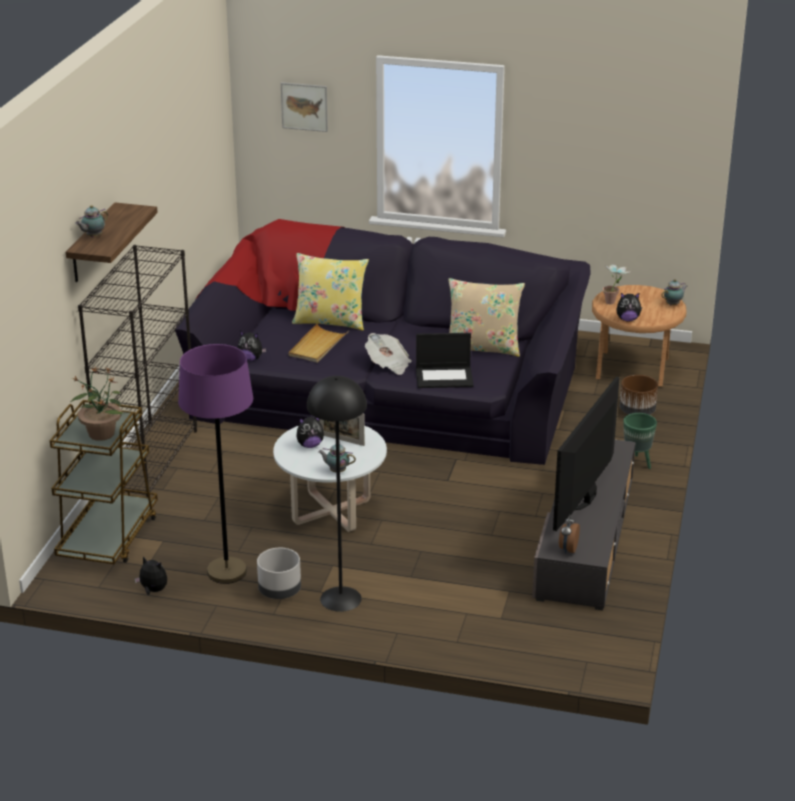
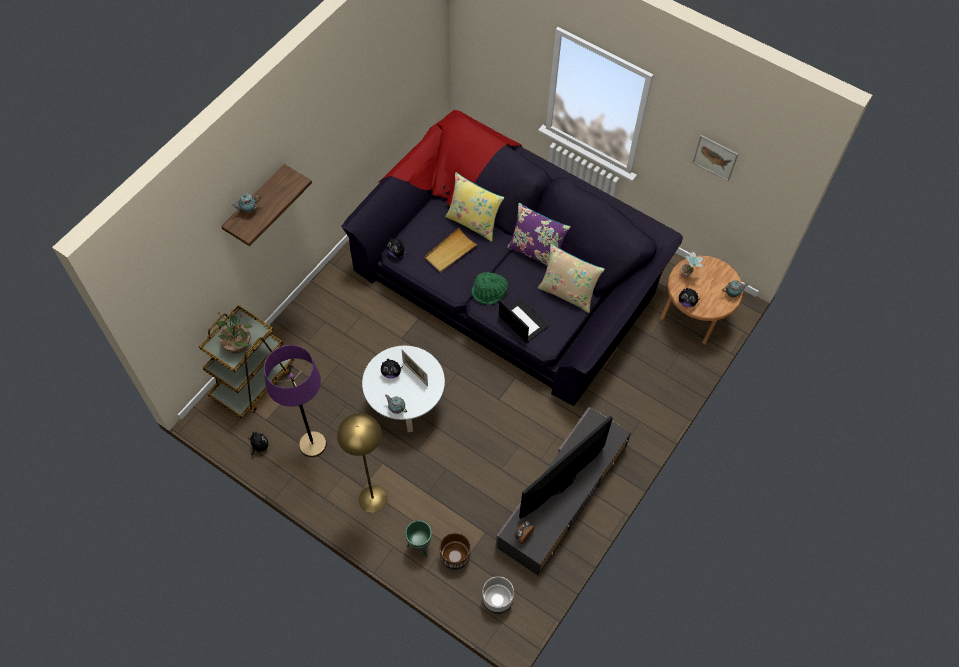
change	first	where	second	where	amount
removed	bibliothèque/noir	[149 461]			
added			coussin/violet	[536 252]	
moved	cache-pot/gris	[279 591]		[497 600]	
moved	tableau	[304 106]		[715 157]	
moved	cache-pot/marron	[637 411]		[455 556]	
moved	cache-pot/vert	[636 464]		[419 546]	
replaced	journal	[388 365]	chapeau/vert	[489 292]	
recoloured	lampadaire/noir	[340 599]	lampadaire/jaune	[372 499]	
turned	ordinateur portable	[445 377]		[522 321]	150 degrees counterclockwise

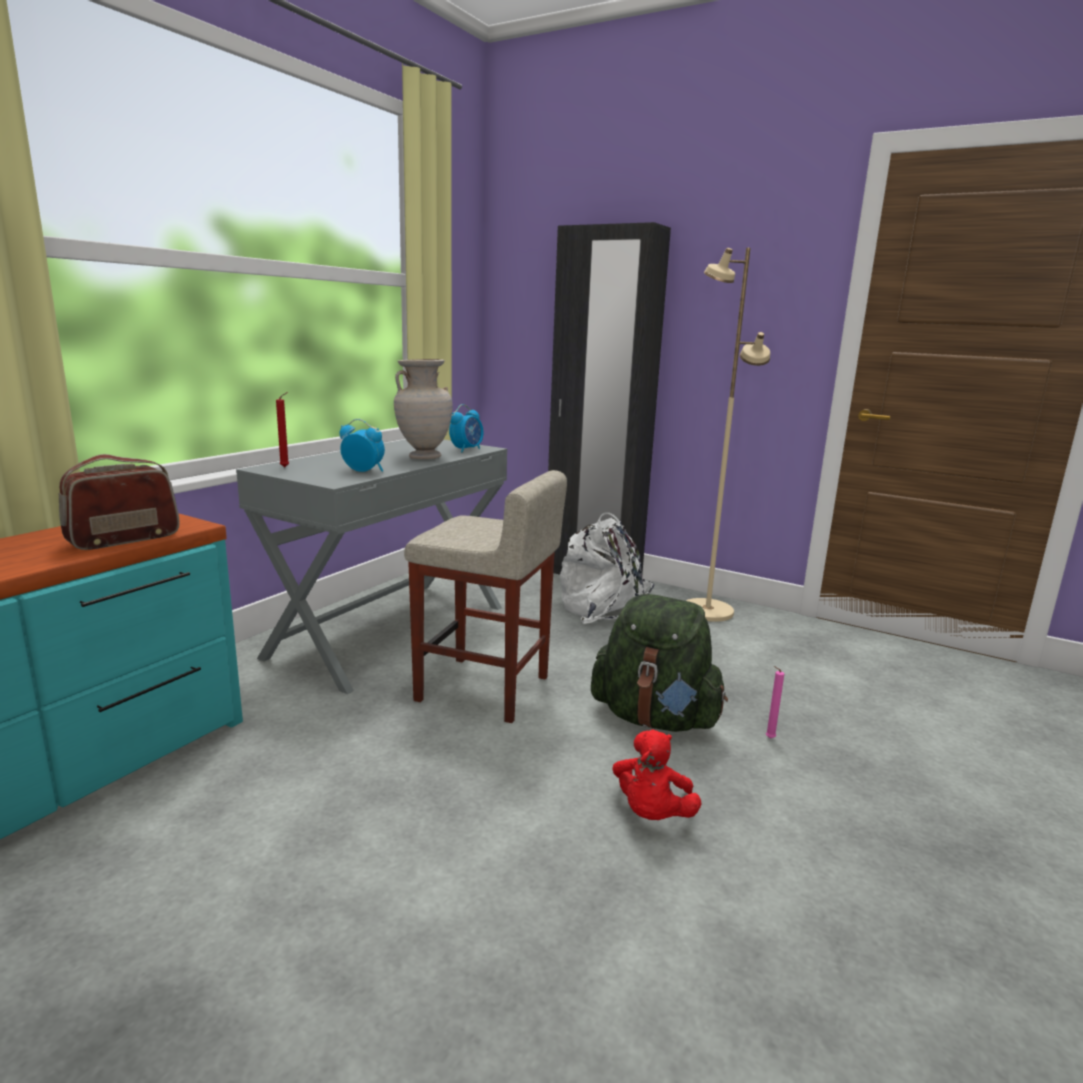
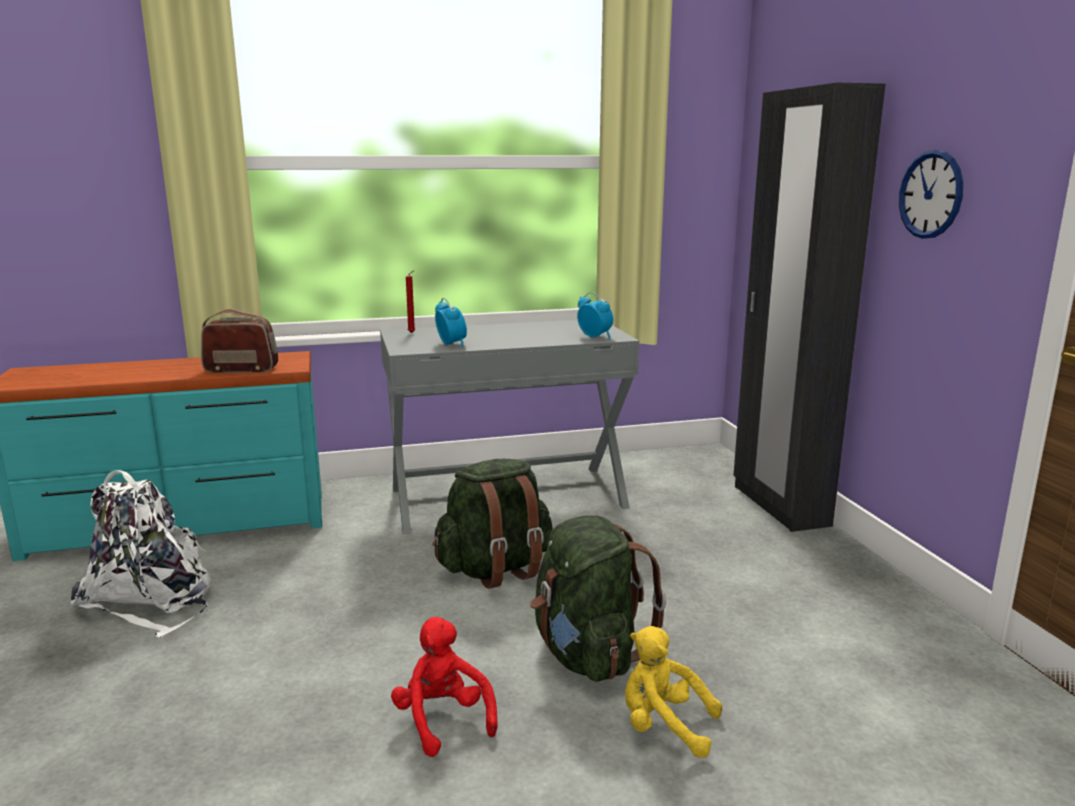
change	first	where	second	where	amount
removed	vase/beige	[424 457]			
removed	lampadaire/beige	[706 611]			
added			horloge murale	[930 194]	
moved	sac à dos/blanc	[608 608]		[153 598]	
replaced	tabouret/beige	[485 689]	sac à dos/vert	[496 569]	
replaced	bougie/rose	[768 738]	peluche/jaune	[663 726]	
turned	réveil	[467 450]		[595 337]	120 degrees counterclockwise
turned	peluche/rouge	[651 814]		[443 720]	90 degrees clockwise

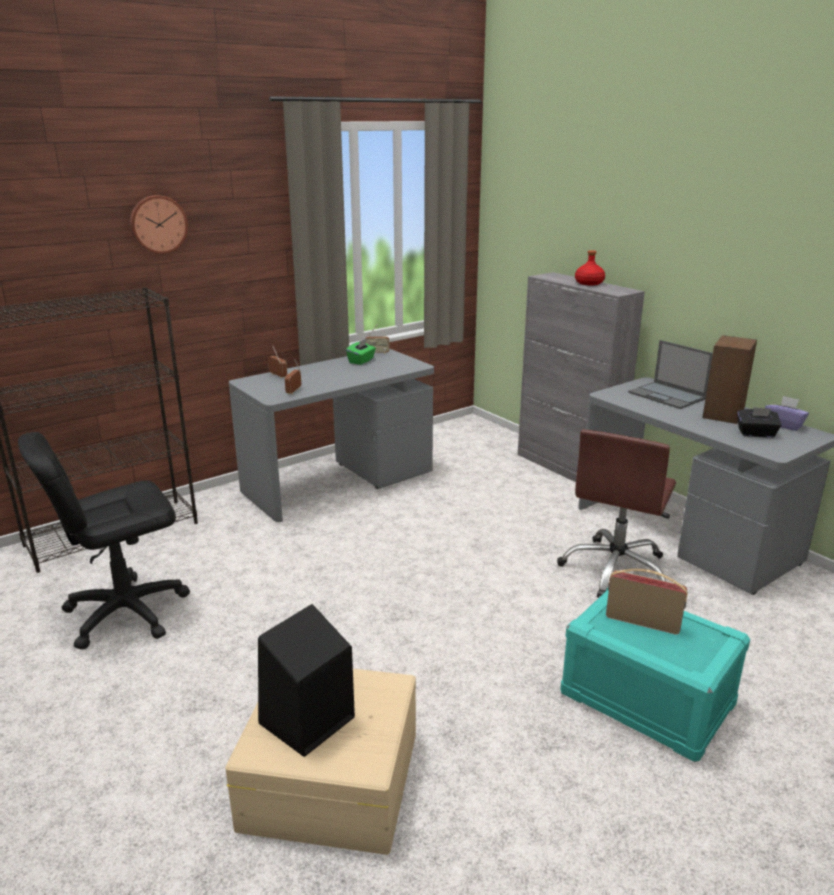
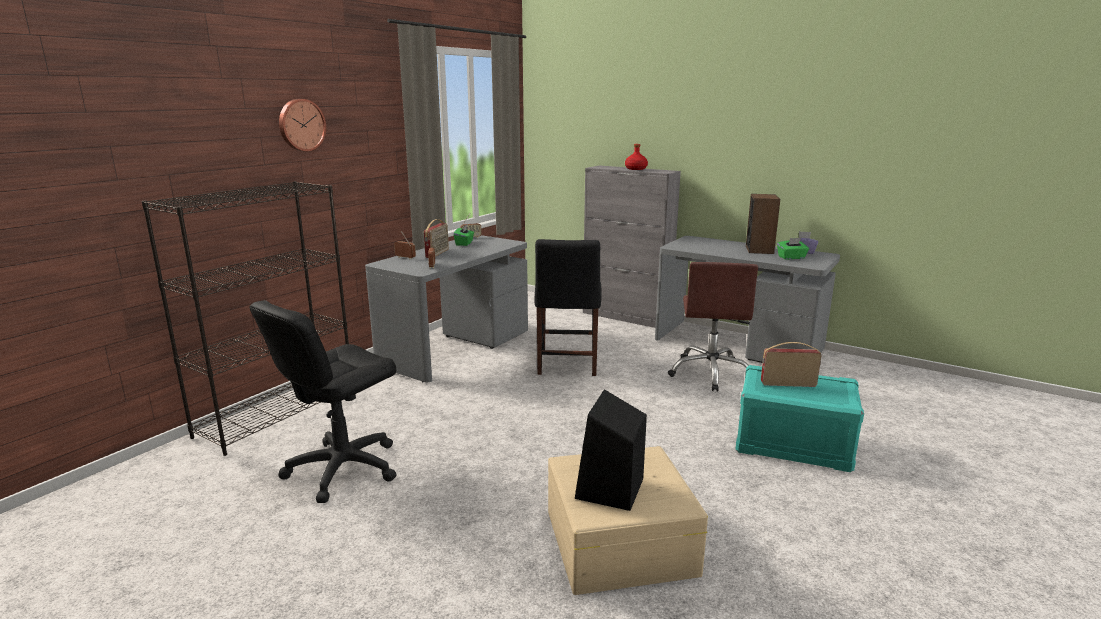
change	first	where	second	where	amount
removed	ordinateur portable	[667 396]			
added			radio	[437 253]	
added			chaise/noir	[566 364]	
recoloured	boîte à mouchoirs/noir	[756 434]	boîte à mouchoirs/vert	[791 257]	

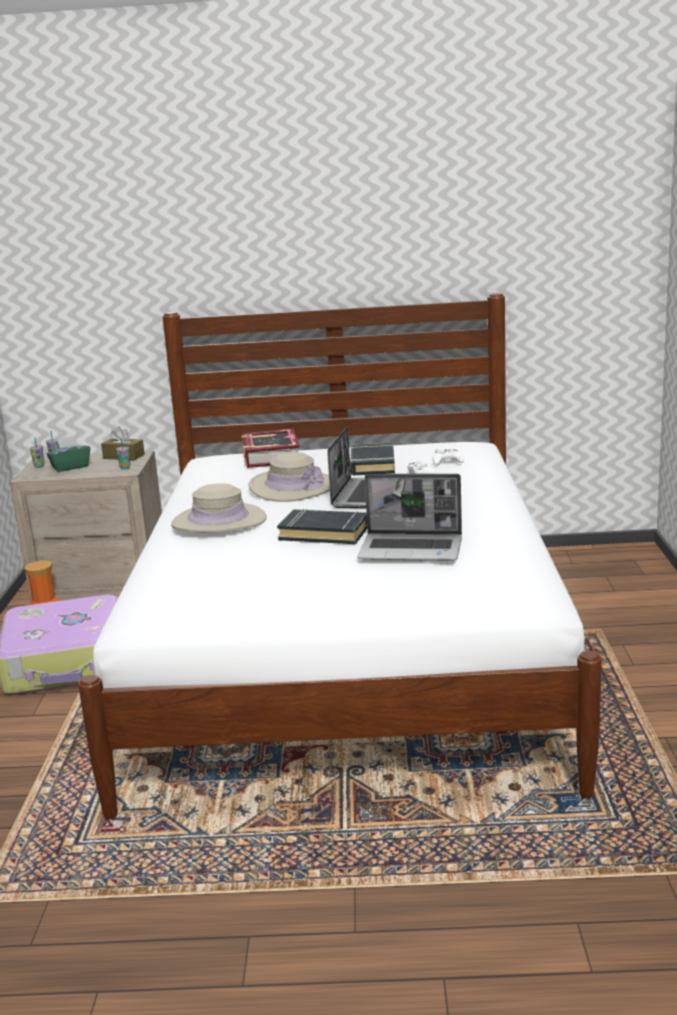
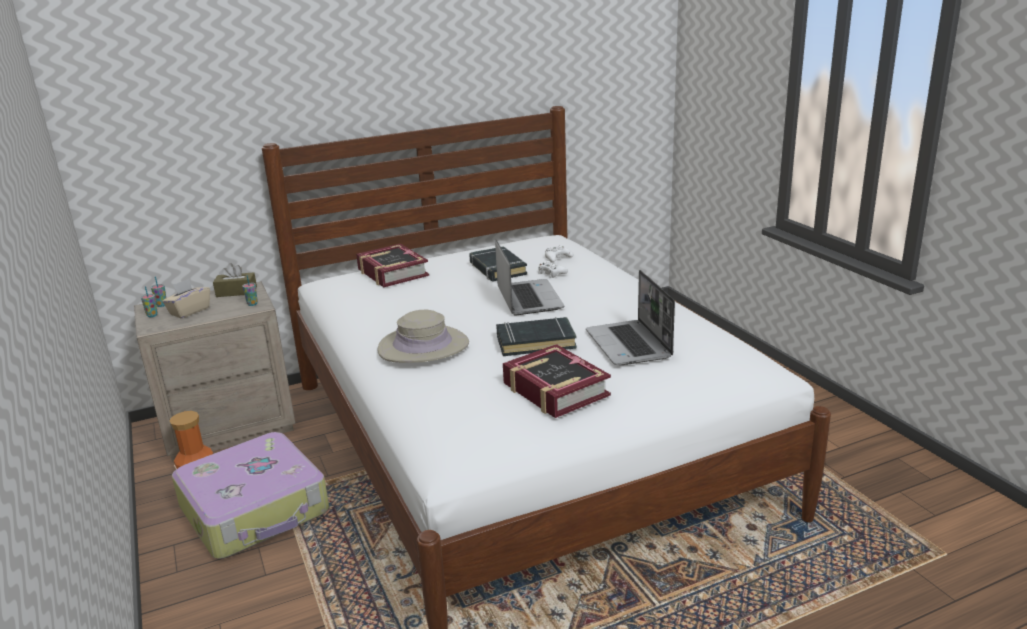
change	first	where	second	where	amount
removed	chapeau/beige	[292 487]			
added			livre	[555 390]	
recoloured	boîte à mouchoirs/vert	[70 467]	boîte à mouchoirs/beige	[189 311]	
turned	ordinateur portable	[412 549]		[629 345]	90 degrees clockwise

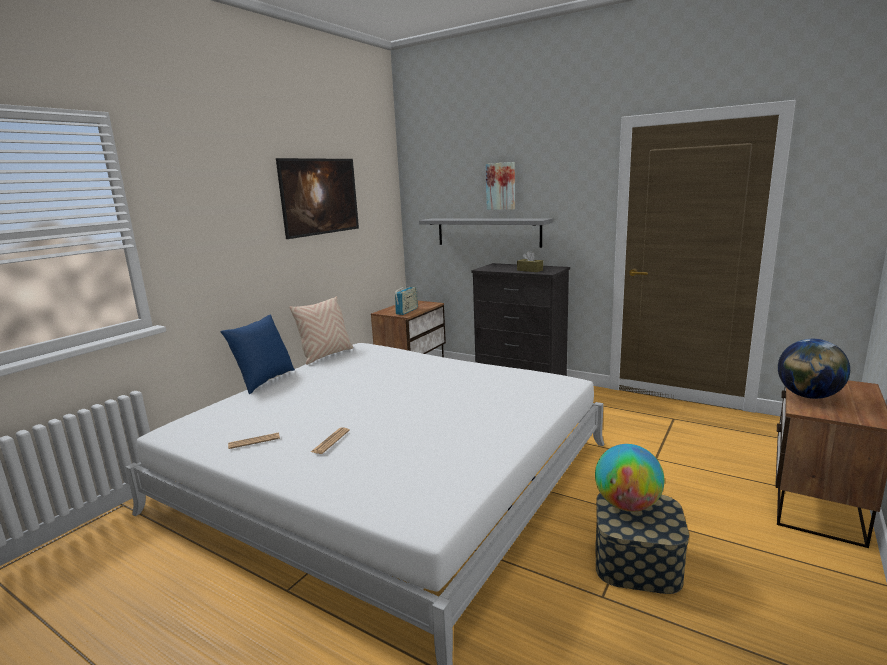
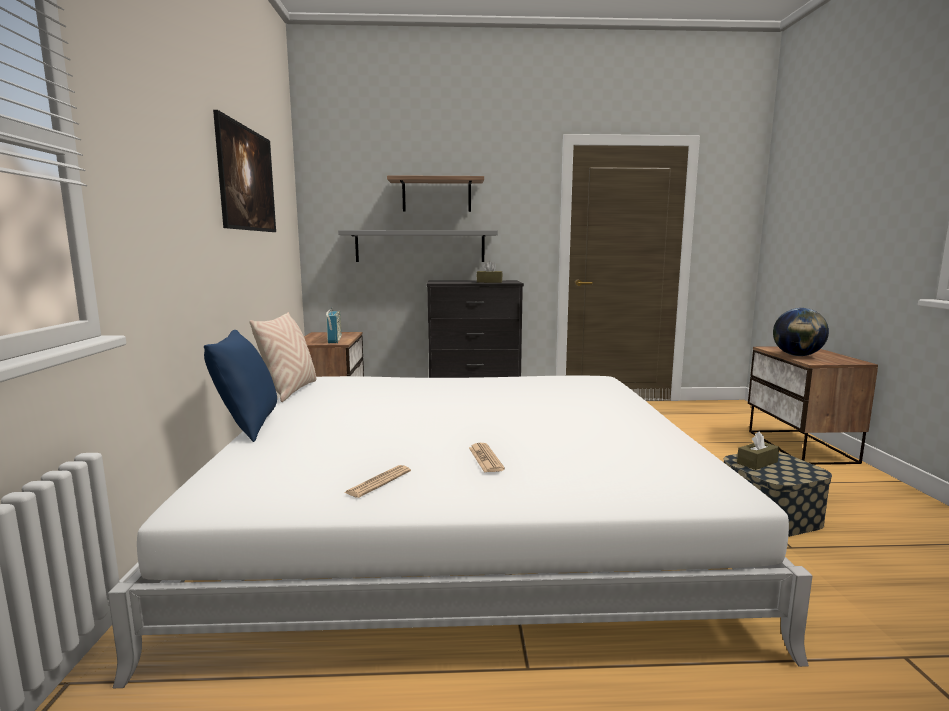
change	first	where	second	where	amount
replaced	tableau	[501 186]	étagère	[436 195]	
replaced	globe	[627 505]	boîte à mouchoirs/marron	[757 462]	

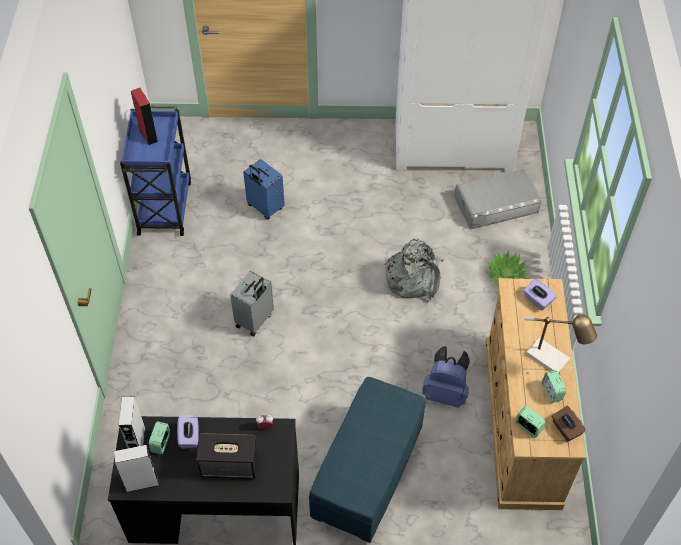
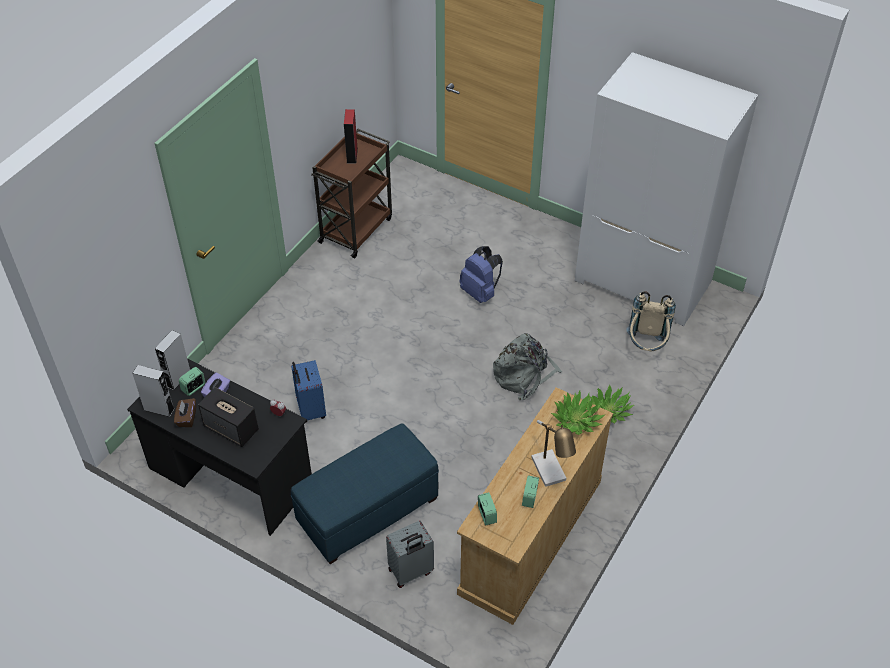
change	first	where	second	where	amount
moved	valise/gris	[255 320]		[411 572]	
moved	valise/bleu	[264 208]		[310 410]	
moved	sac à dos/bleu	[445 392]		[480 292]	
moved	boîte à mouchoirs/marron	[566 429]		[186 418]	
replaced	boîte de rangement/gris	[496 204]	sac à dos/beige	[646 346]	
replaced	boîte à mouchoirs/violet	[537 300]	plante en pot	[576 420]	
recoloured	chariot/bleu	[165 206]	chariot/marron	[356 229]	

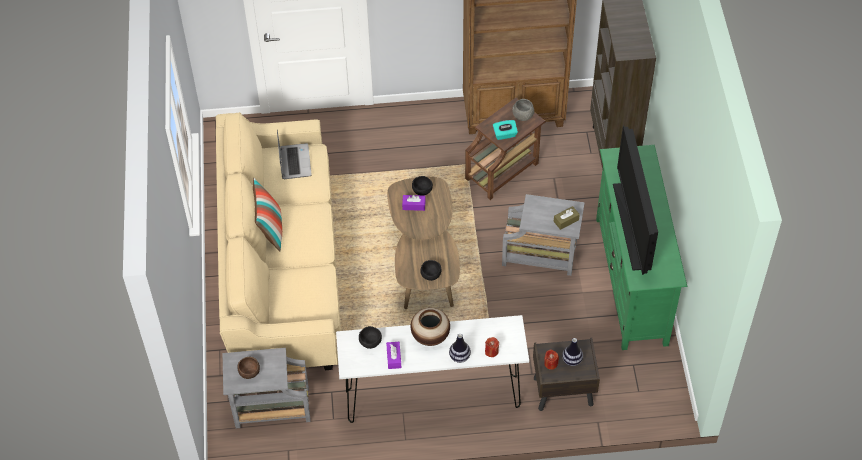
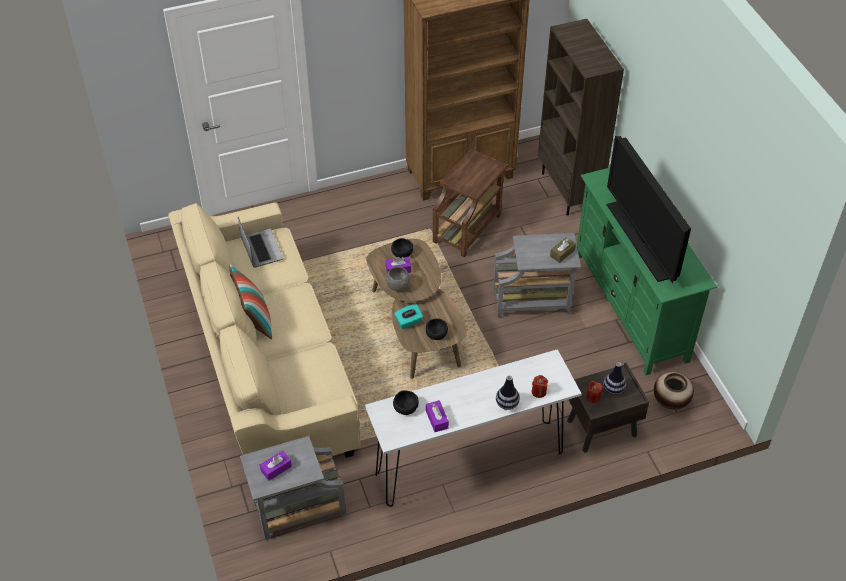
change	first	where	second	where	amount
moved	vase	[430 336]		[670 401]	
moved	boîte à mouchoirs/turquoise	[505 134]		[408 322]	
moved	bol/gris	[523 116]		[398 286]	
replaced	bol/marron	[249 371]	boîte à mouchoirs/violet	[276 468]	

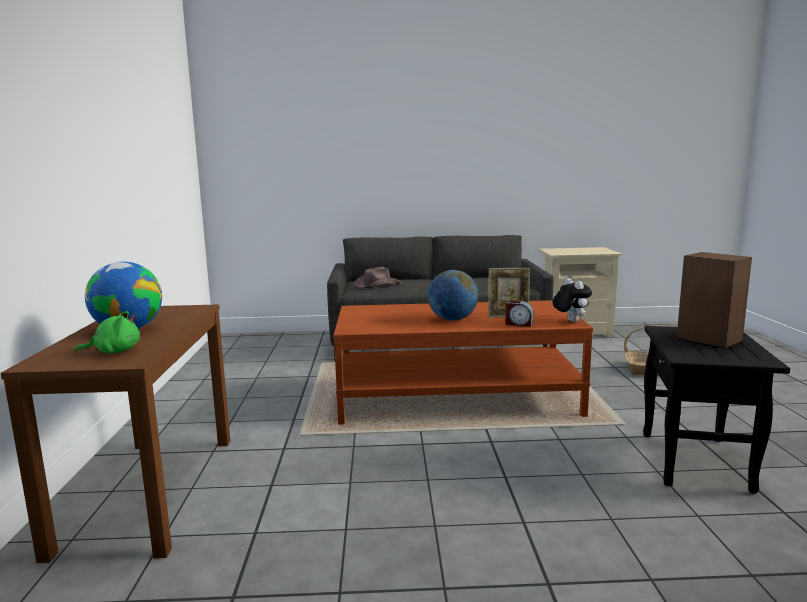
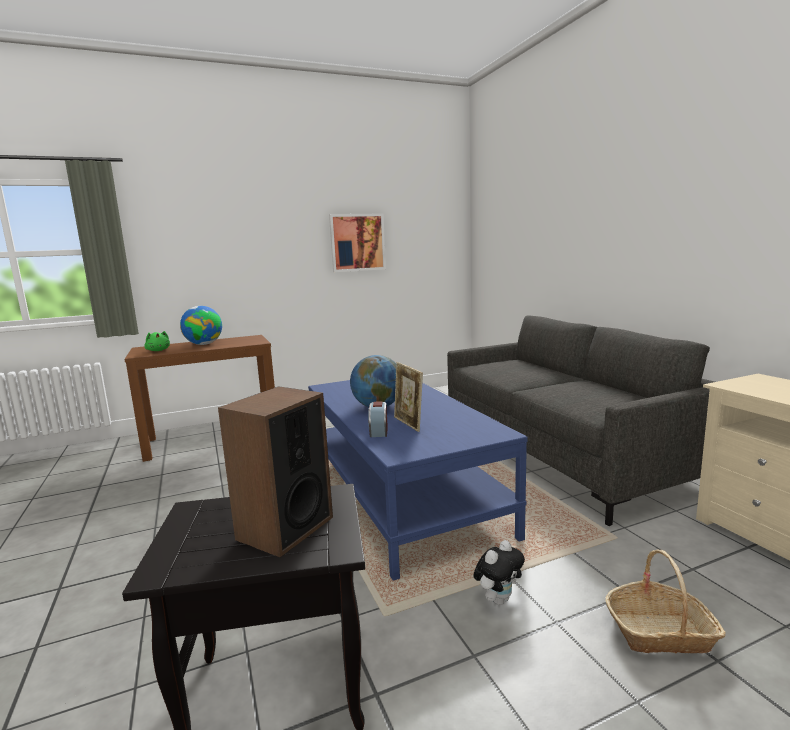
change	first	where	second	where	amount
removed	chapeau/marron	[376 284]			
added			tableau	[357 242]	
moved	peluche	[570 321]		[498 599]	
recoloured	table basse/marron	[457 398]	table basse/bleu	[401 493]	

